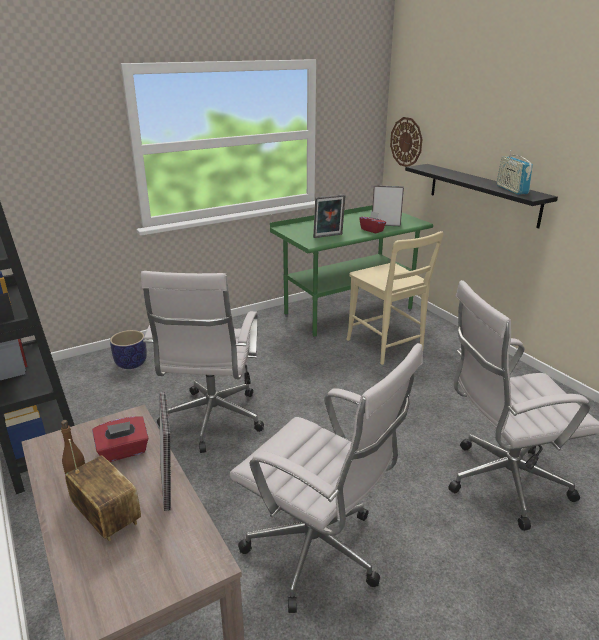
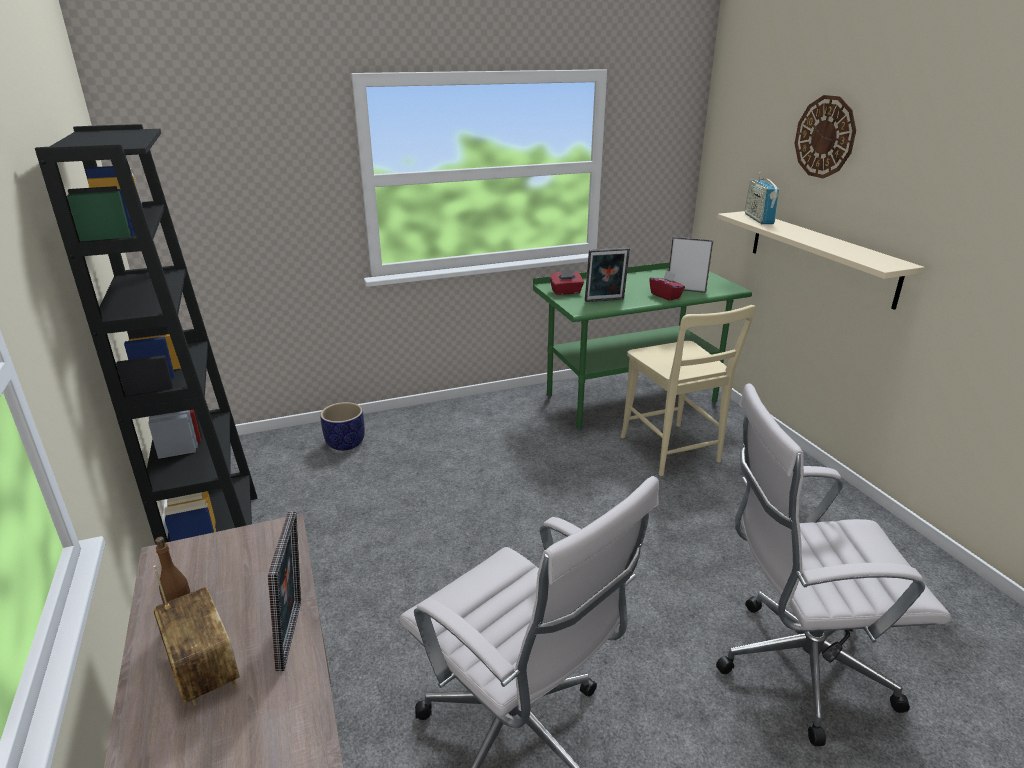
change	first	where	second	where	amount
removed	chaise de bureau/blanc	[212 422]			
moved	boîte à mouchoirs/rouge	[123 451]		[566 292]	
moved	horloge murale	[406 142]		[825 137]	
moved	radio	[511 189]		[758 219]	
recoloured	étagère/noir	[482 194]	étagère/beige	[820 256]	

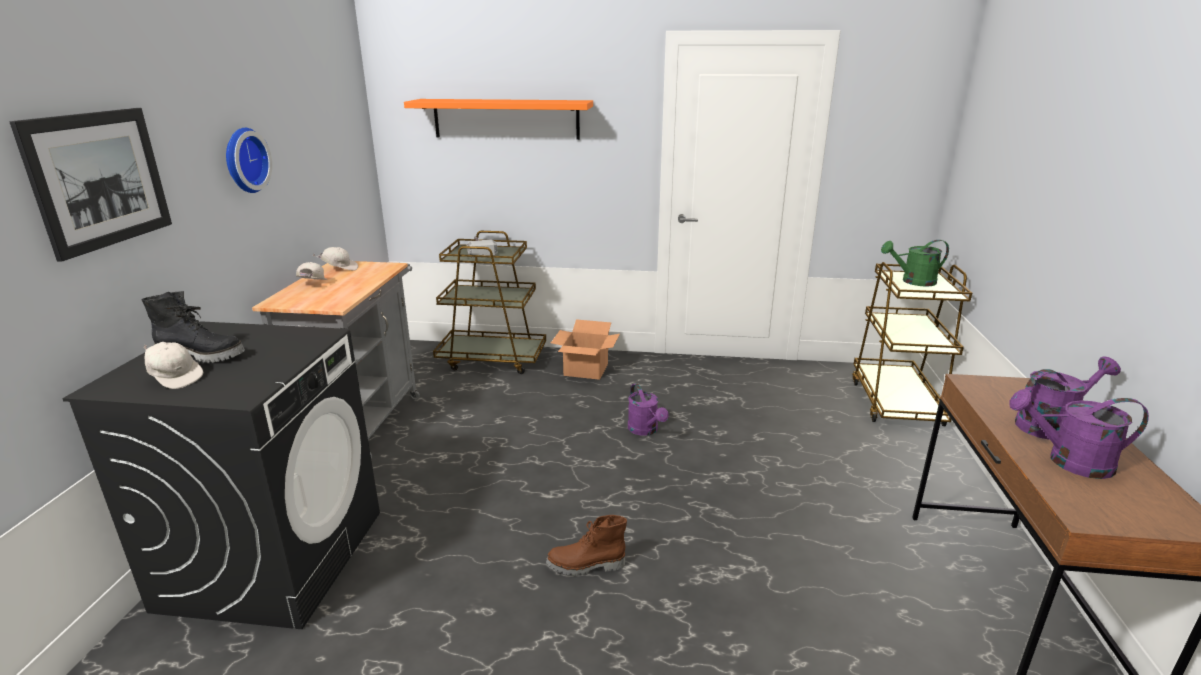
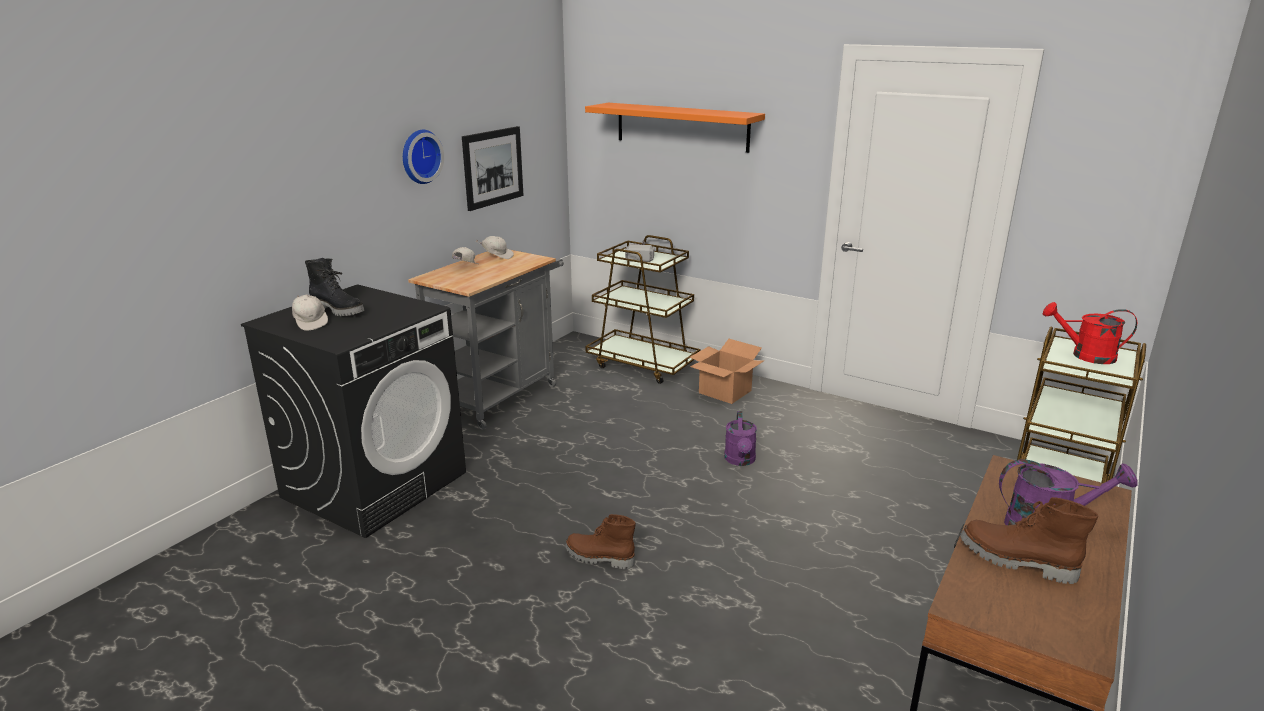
change	first	where	second	where	amount
moved	tableau	[99 179]		[493 167]	
replaced	arrosoir/violet	[1069 462]	botte/marron	[1016 561]	
recoloured	arrosoir/vert	[913 281]	arrosoir/rouge	[1085 355]	

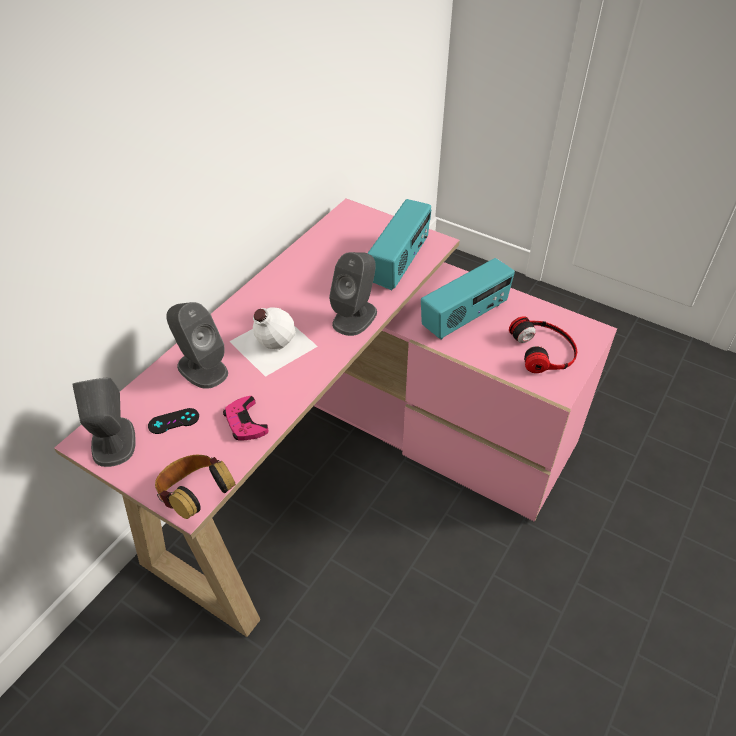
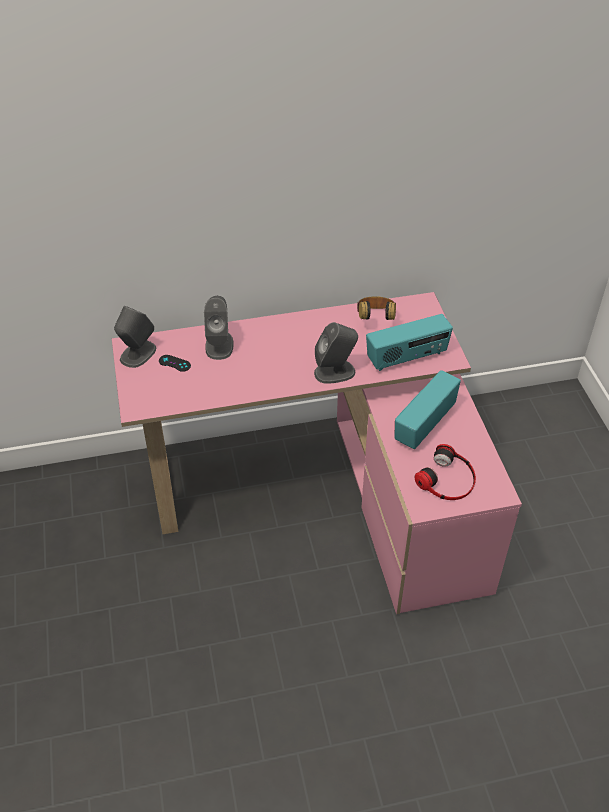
change	first	where	second	where	amount
removed	manette/rose	[245 422]			
removed	bouteille/blanc	[271 343]			
moved	casque audio	[196 498]		[375 320]	
turned	radio	[465 318]		[424 424]	120 degrees clockwise

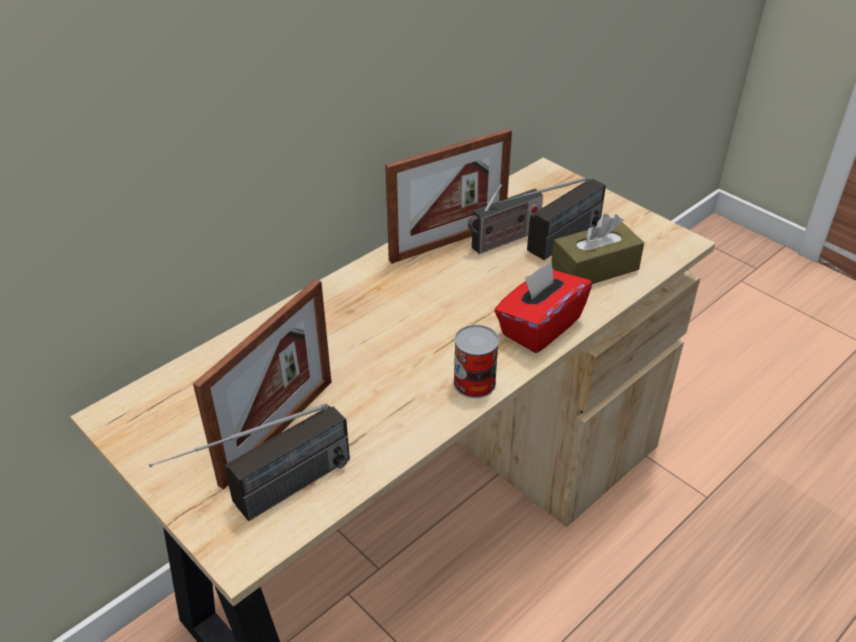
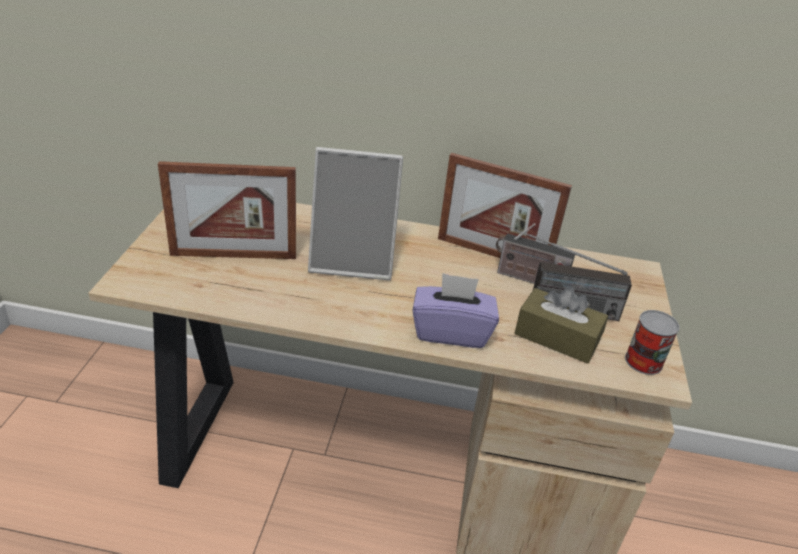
change	first	where	second	where	amount
removed	radio	[266 499]			
added			cadre photo	[353 260]	
moved	boîte métallique	[474 383]		[643 361]	
recoloured	boîte à mouchoirs/rouge	[539 327]	boîte à mouchoirs/violet	[451 331]	

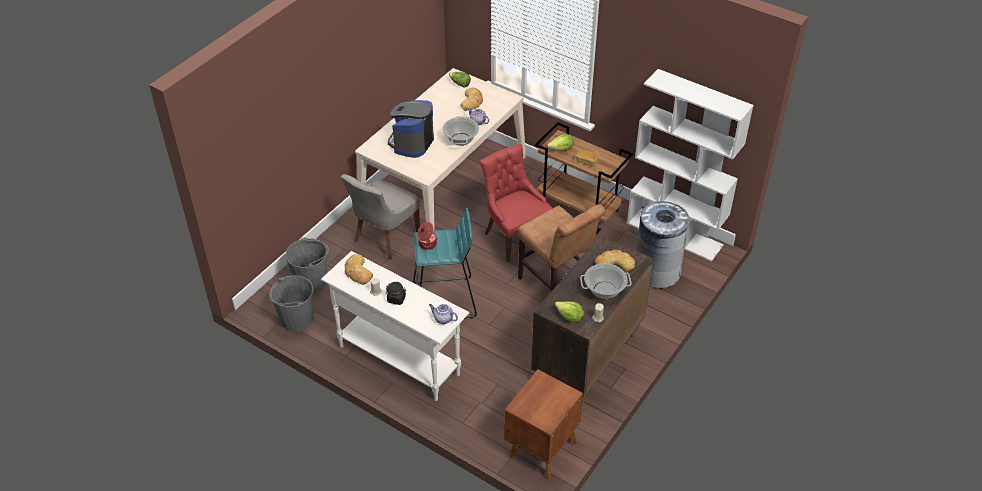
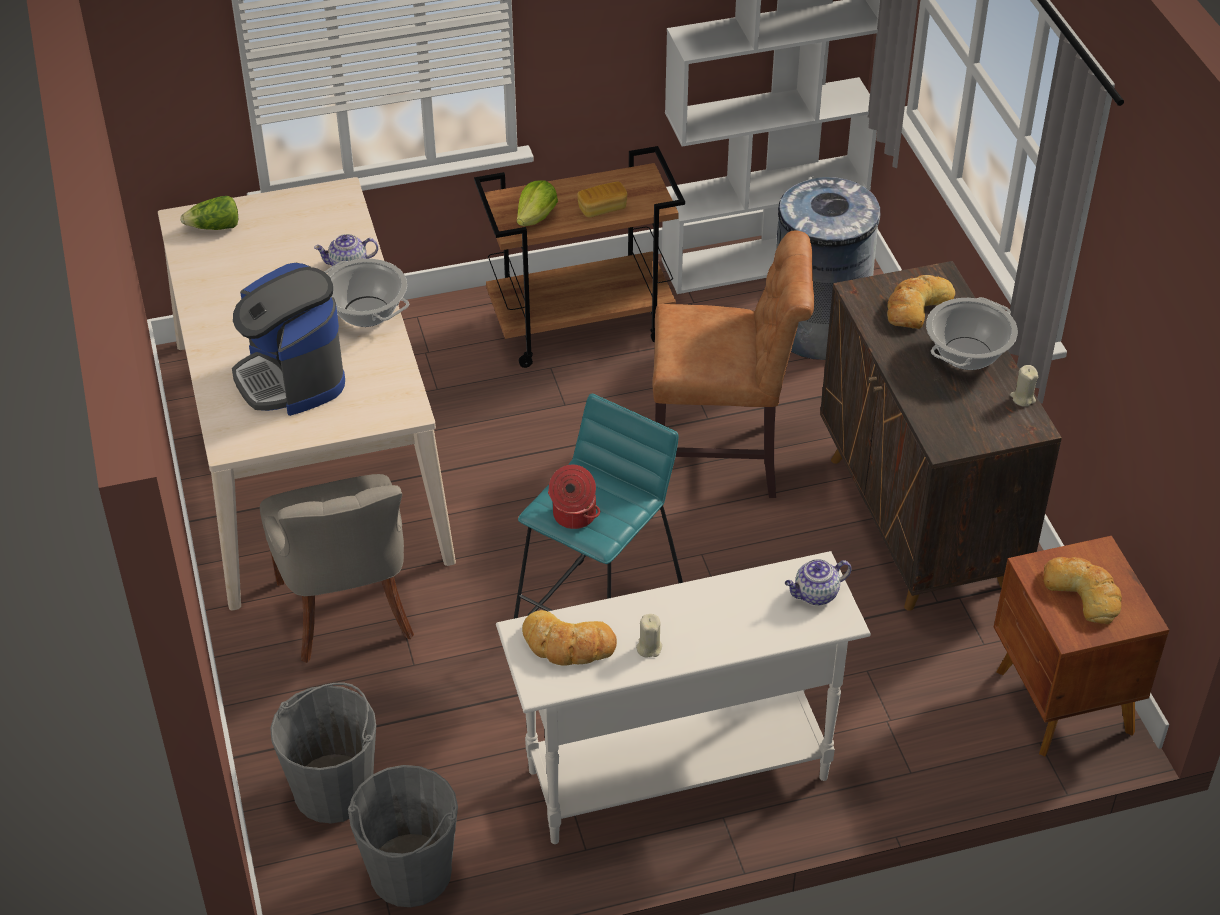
change	first	where	second	where	amount
removed	bocal/noir	[396 299]			
removed	chaise/rouge	[515 237]			
removed	laitue	[570 318]			
moved	pain	[472 101]		[1083 592]	

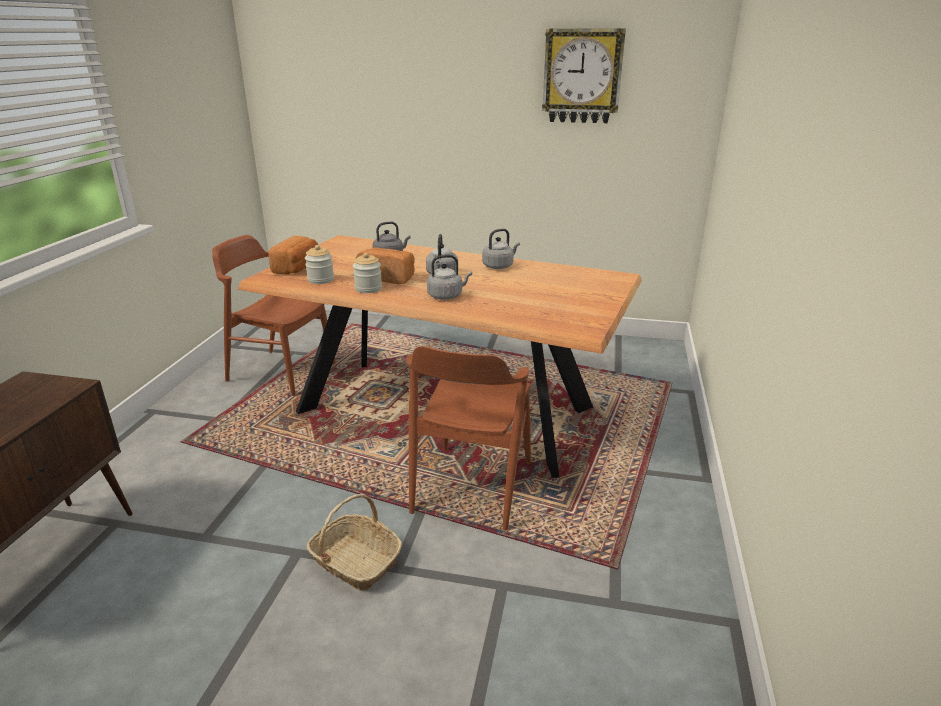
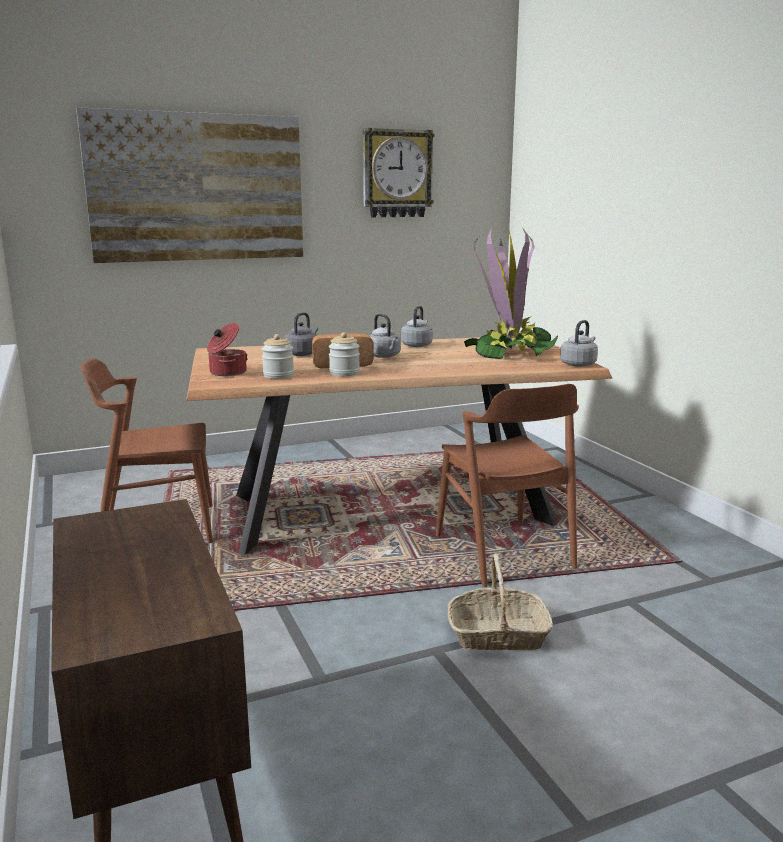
change	first	where	second	where	amount
added			tableau	[197 188]	
added			plante en pot	[510 352]	
moved	bouilloire/gris	[447 296]		[579 364]	
replaced	pain	[297 268]	marmite	[227 372]	

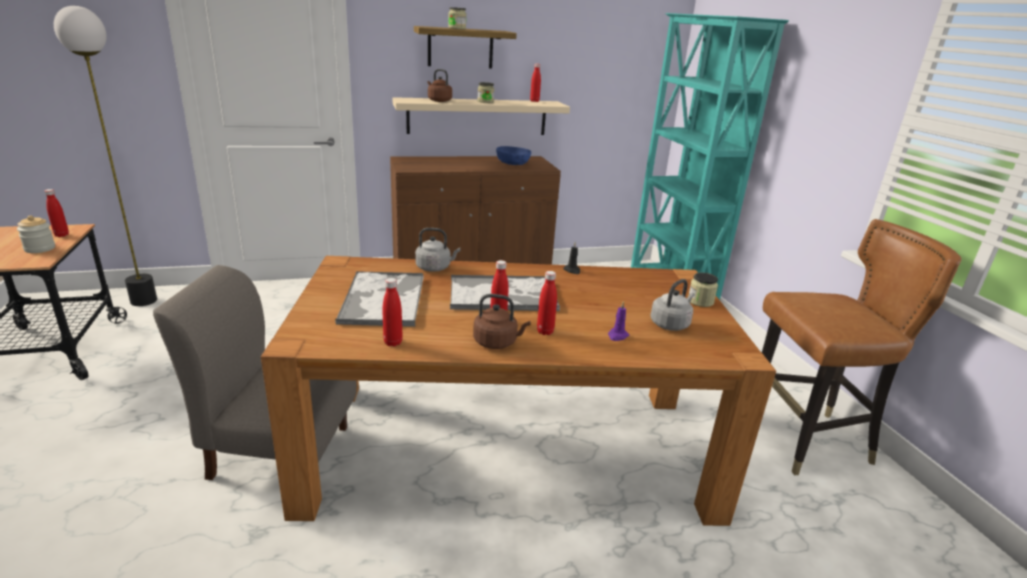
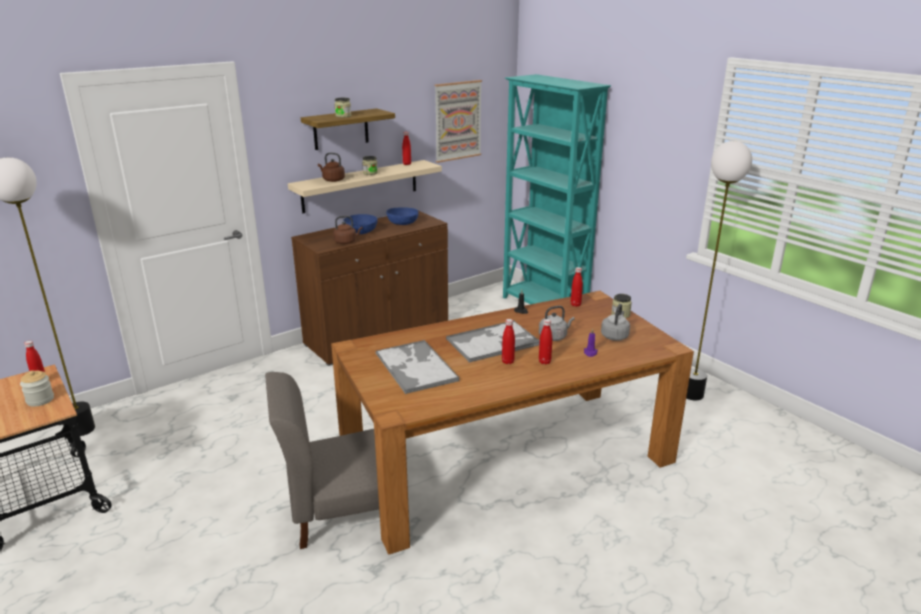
change	first	where	second	where	amount
added			bol/bleu	[360 231]	
added			tableau	[457 121]	
moved	bouteille/rouge	[393 342]		[575 305]	
moved	bouilloire/gris	[435 268]		[554 337]	
moved	bouilloire/marron	[497 342]		[346 242]	
replaced	chaise/marron	[806 440]	lampadaire	[692 394]	

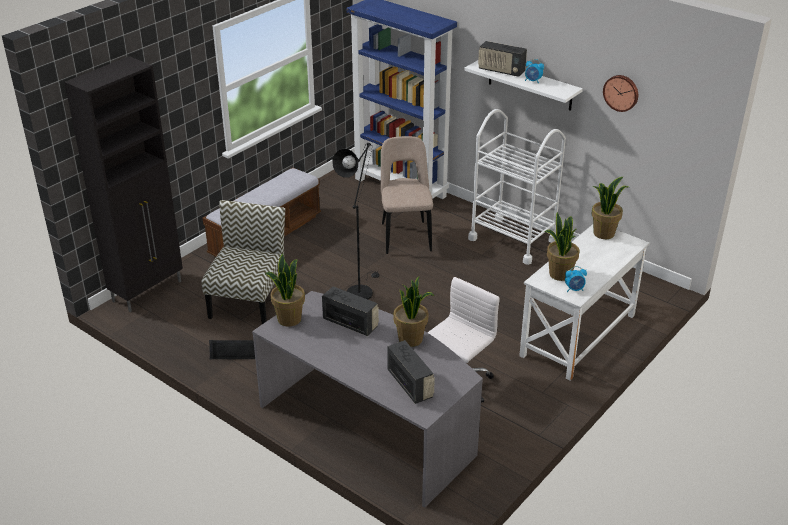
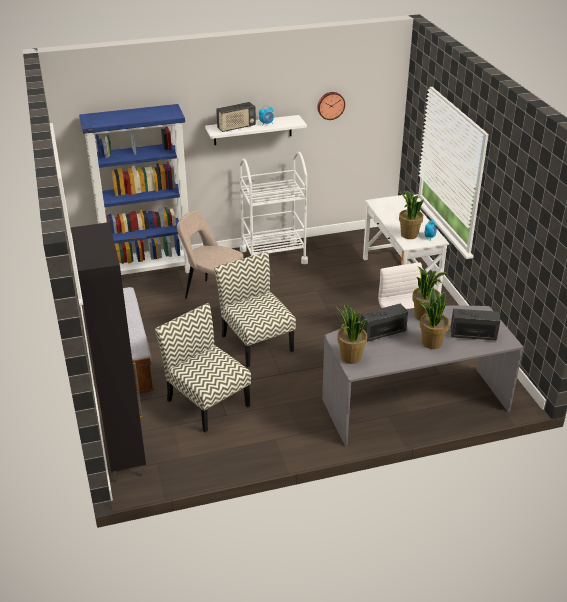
change	first	where	second	where	amount
removed	enceinte/noir	[235 352]			
moved	plante en pot	[603 233]		[431 342]	
replaced	lampadaire/noir	[361 290]	chaise	[256 342]	

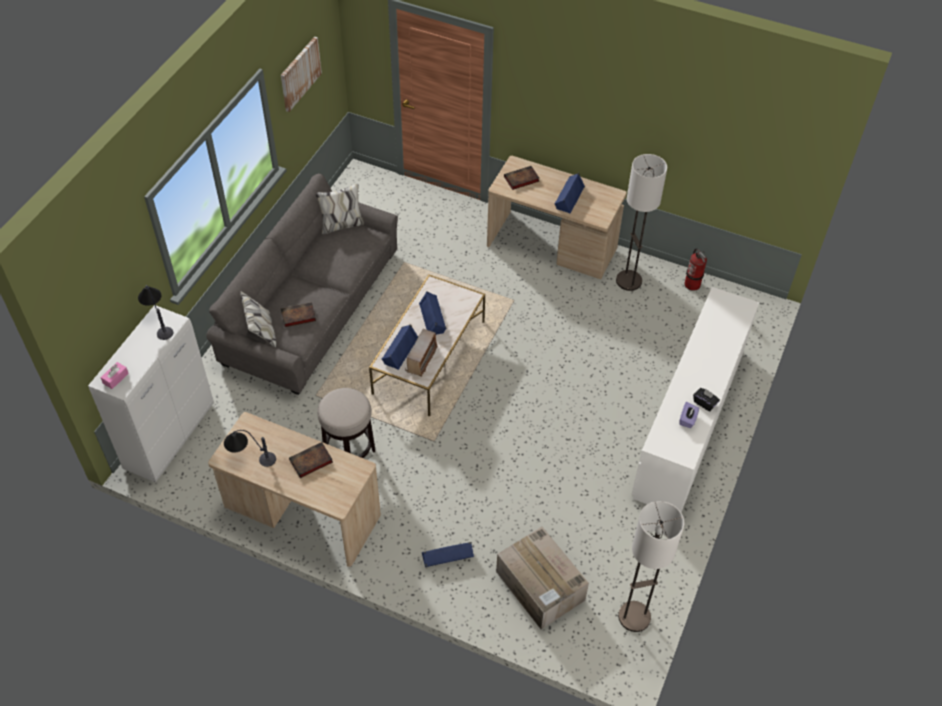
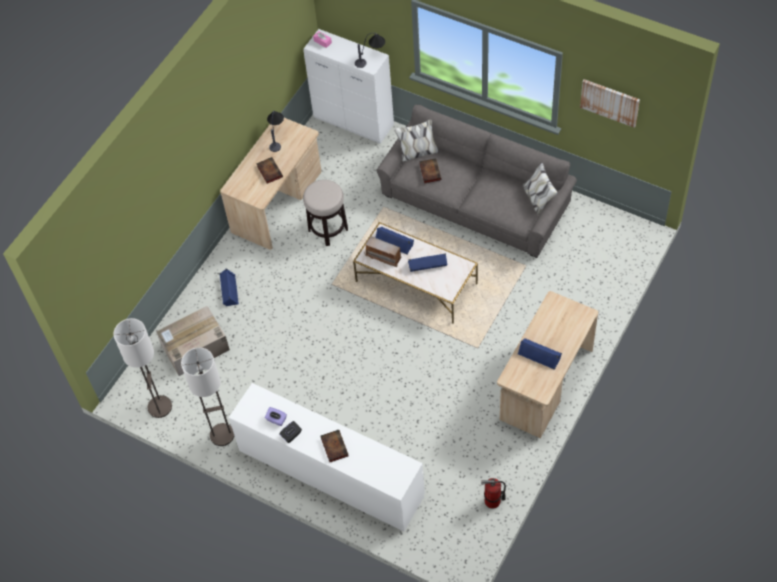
change	first	where	second	where	amount
moved	livre	[521 180]		[334 446]	
moved	lampadaire	[629 281]		[222 435]	

